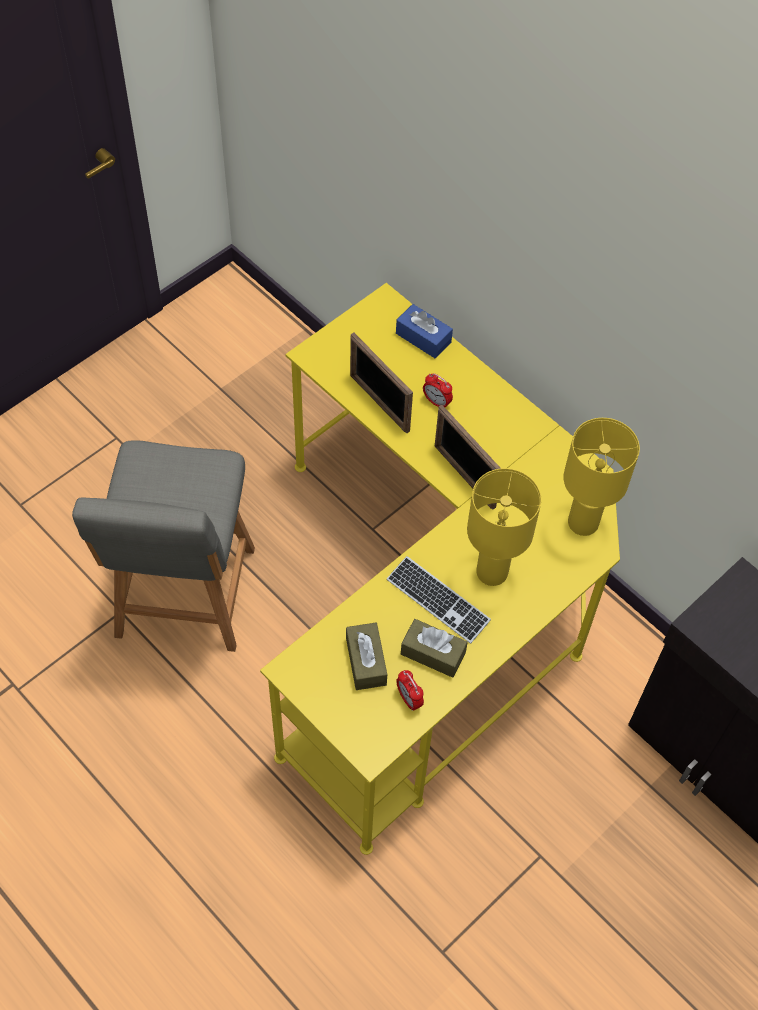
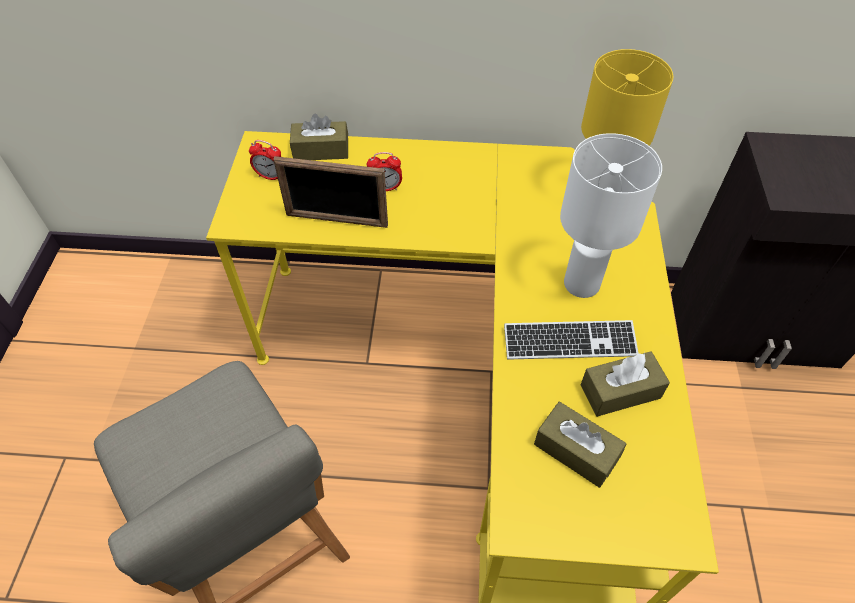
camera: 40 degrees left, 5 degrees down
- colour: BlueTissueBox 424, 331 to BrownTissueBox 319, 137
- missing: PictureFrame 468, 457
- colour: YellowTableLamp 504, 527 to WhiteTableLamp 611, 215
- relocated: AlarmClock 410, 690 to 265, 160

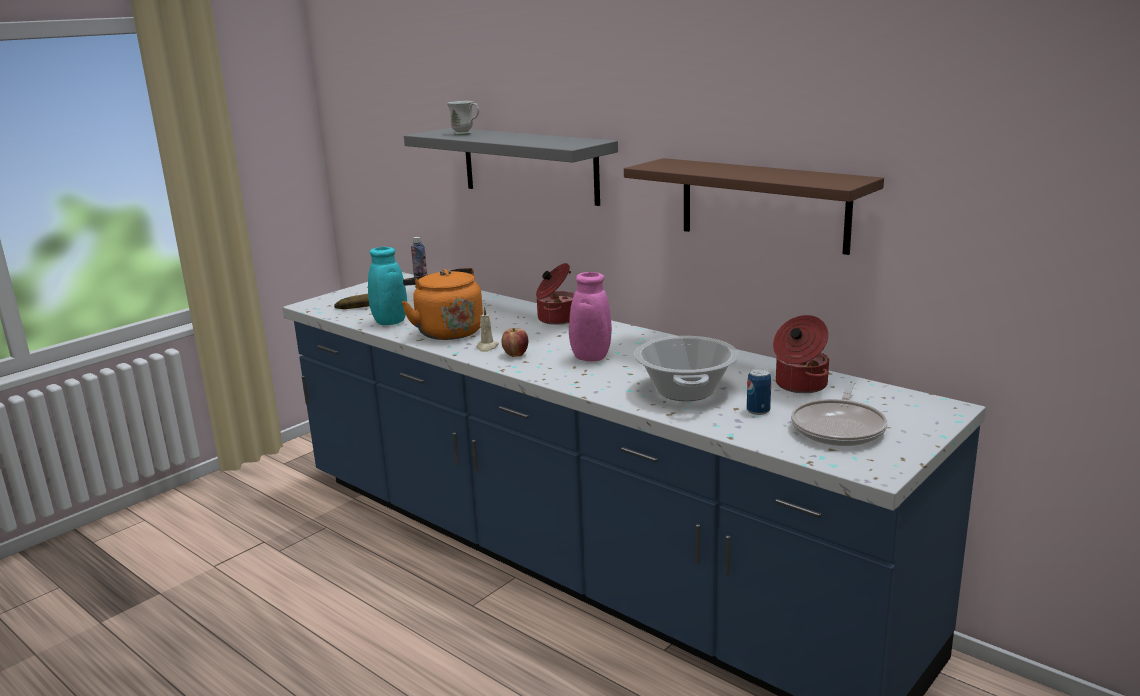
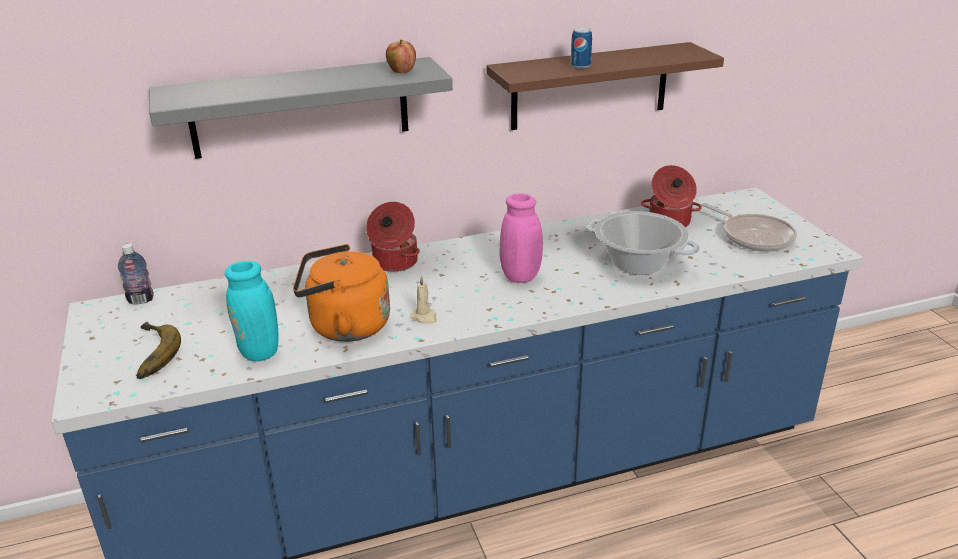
camera: 60 degrees left, 10 degrees up
- missing: WhiteMug 463, 118
- relocated: Apple 514, 342 to 401, 56
- relocated: Can 759, 391 to 581, 48

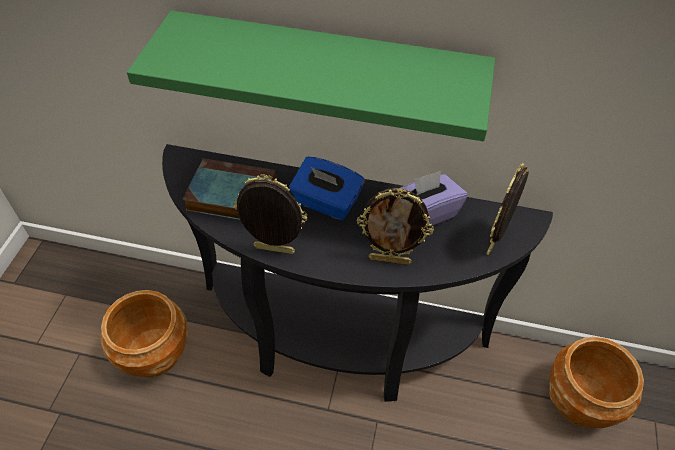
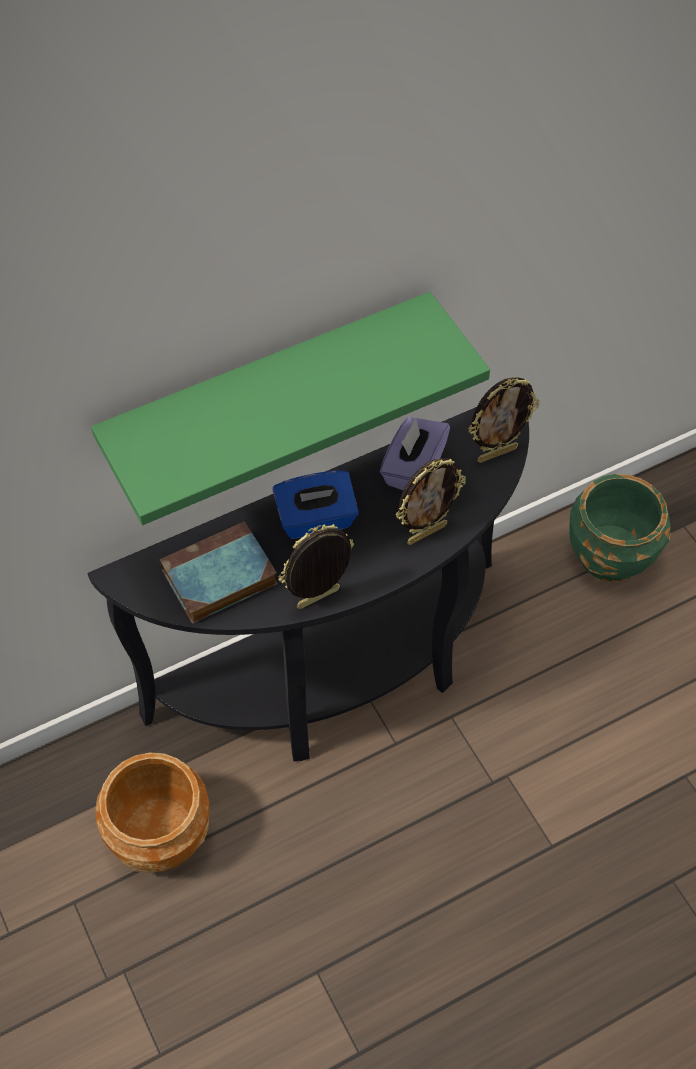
camera: 40 degrees left, 5 degrees up
- spun: PictureFrame 507, 209 = 504, 420 105 degrees counterclockwise
- colour: BrownPlanter 597, 382 to GreenPlanter 620, 528

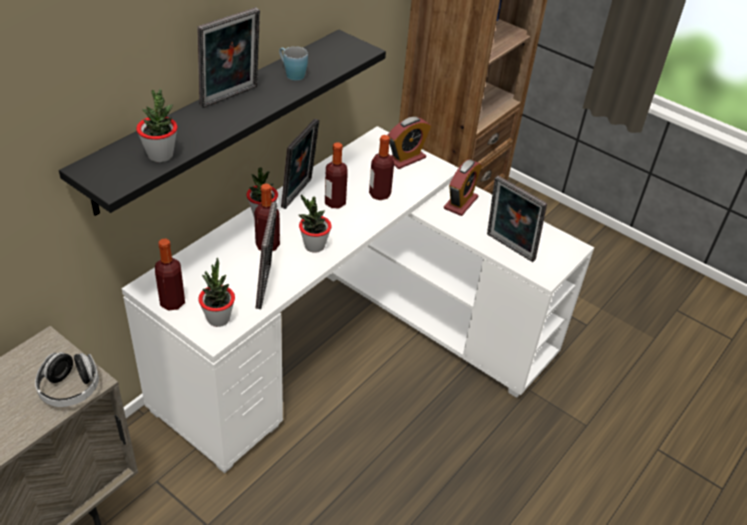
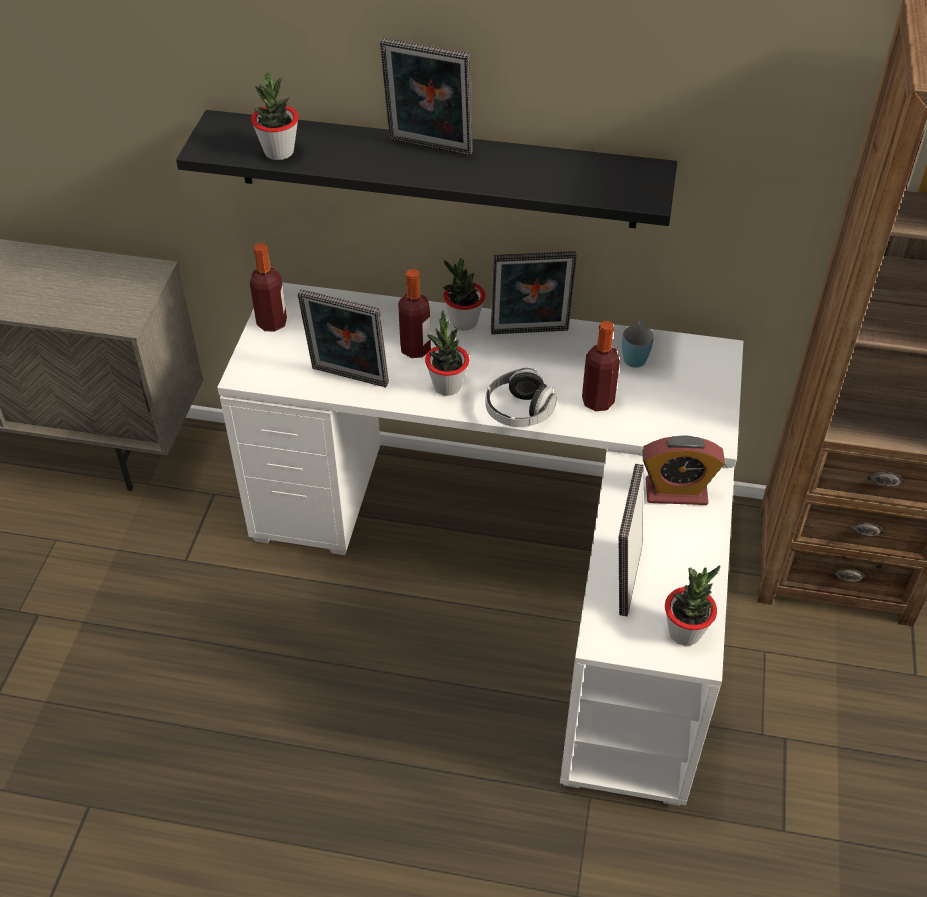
camera: 65 degrees right, 5 degrees up
- relocated: BlueMug 293, 63 to 637, 344
- missing: AlarmClock 409, 143
- missing: Bottle 336, 175
- spun: PictureFrame 267, 255 = 343, 338 45 degrees clockwise
- relocated: PottedPlant 216, 292 to 692, 605
- relocated: Headphones 67, 379 to 522, 397

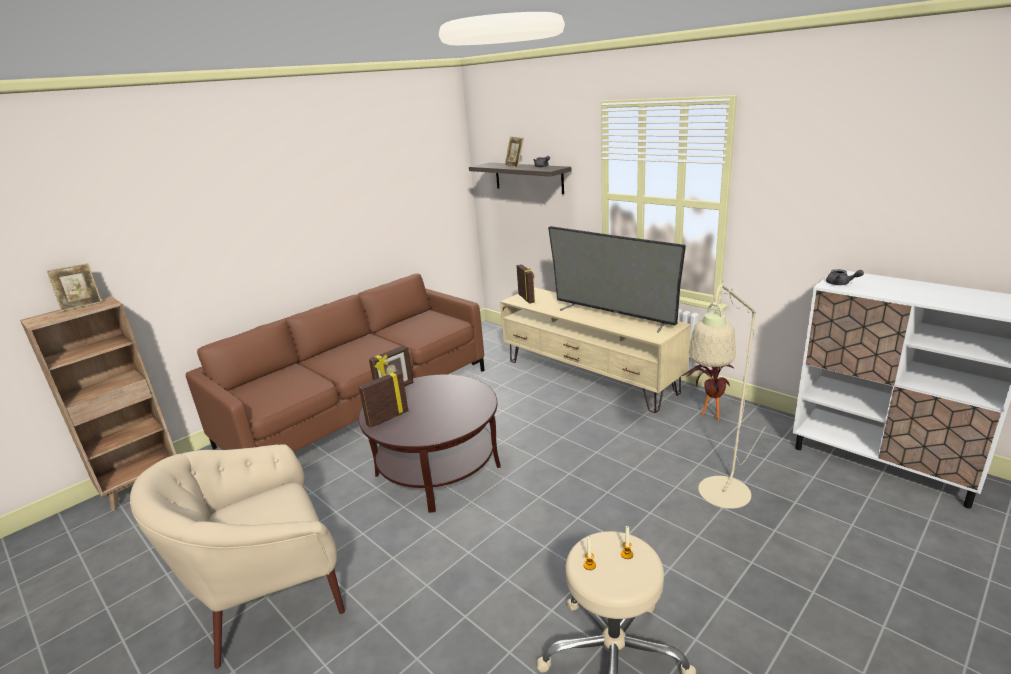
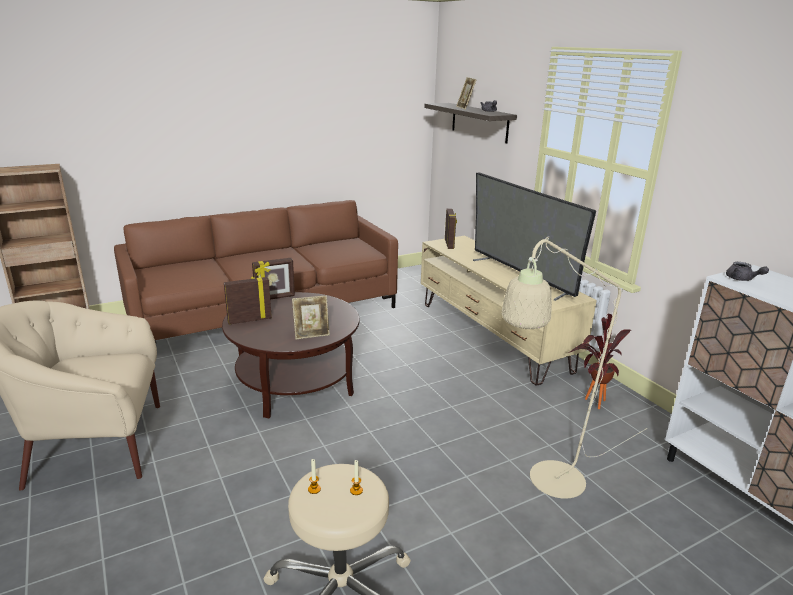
camera: 15 degrees right, 0 degrees up
- relocated: PictureFrame 74, 287 to 311, 317

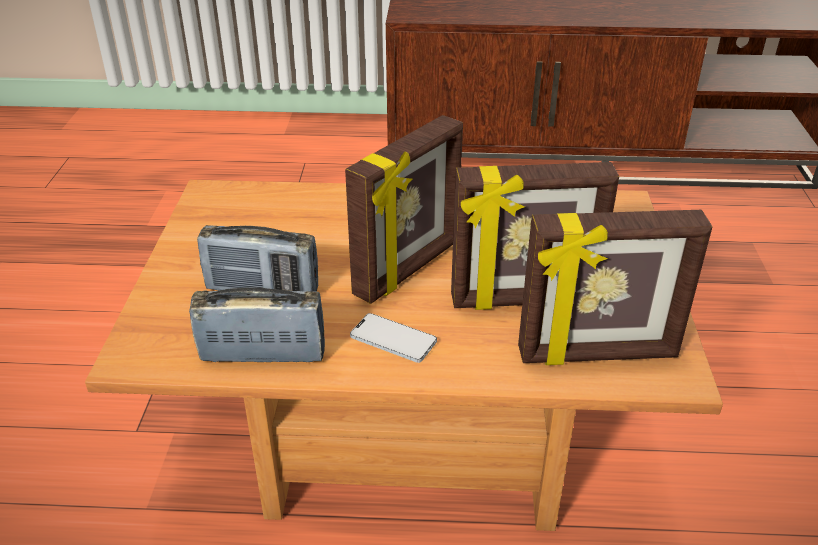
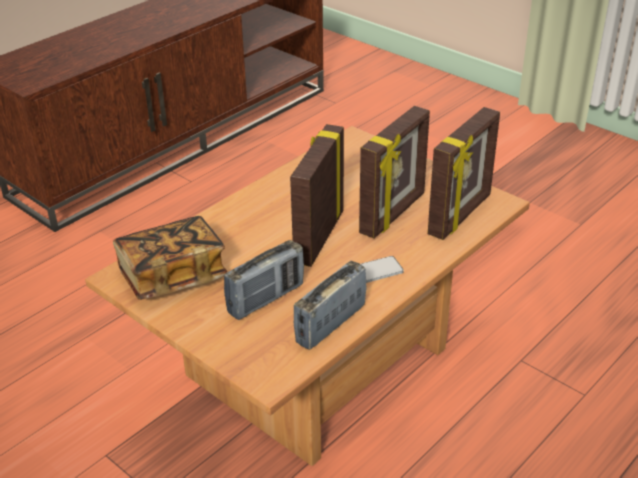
camera: 50 degrees left, 0 degrees up
- spun: PictureFrame 404, 209 = 317, 195 150 degrees counterclockwise
- appeared: Book 170, 258

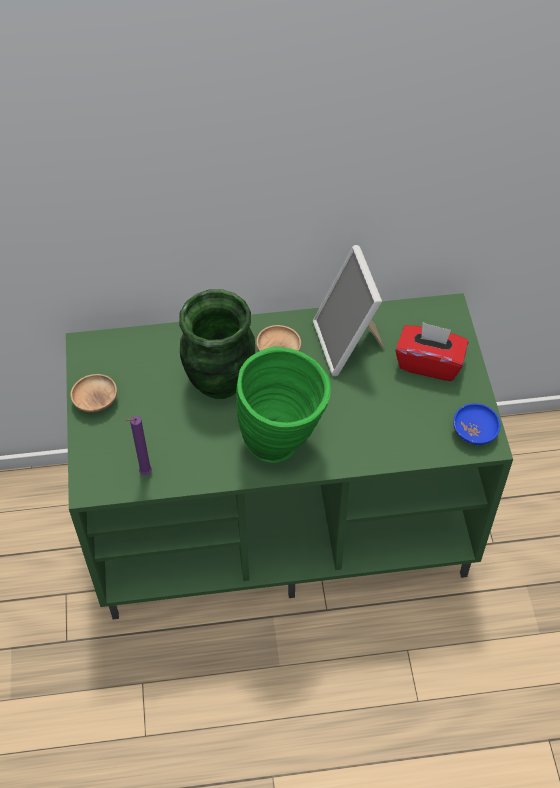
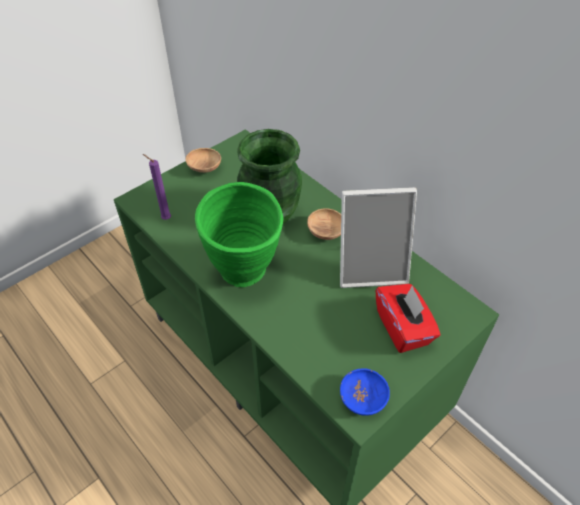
camera: 55 degrees right, 5 degrees down
- spun: PictureFrame 349, 310 = 378, 237 135 degrees counterclockwise

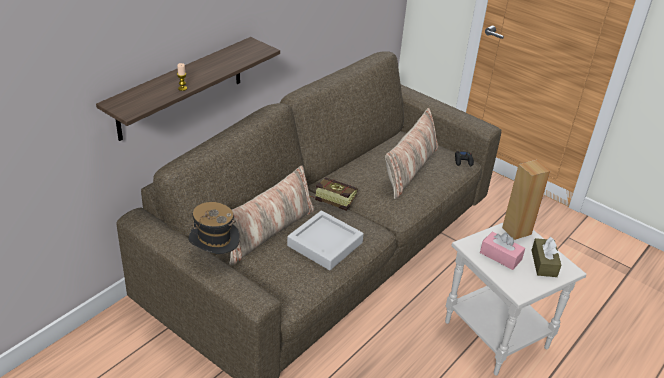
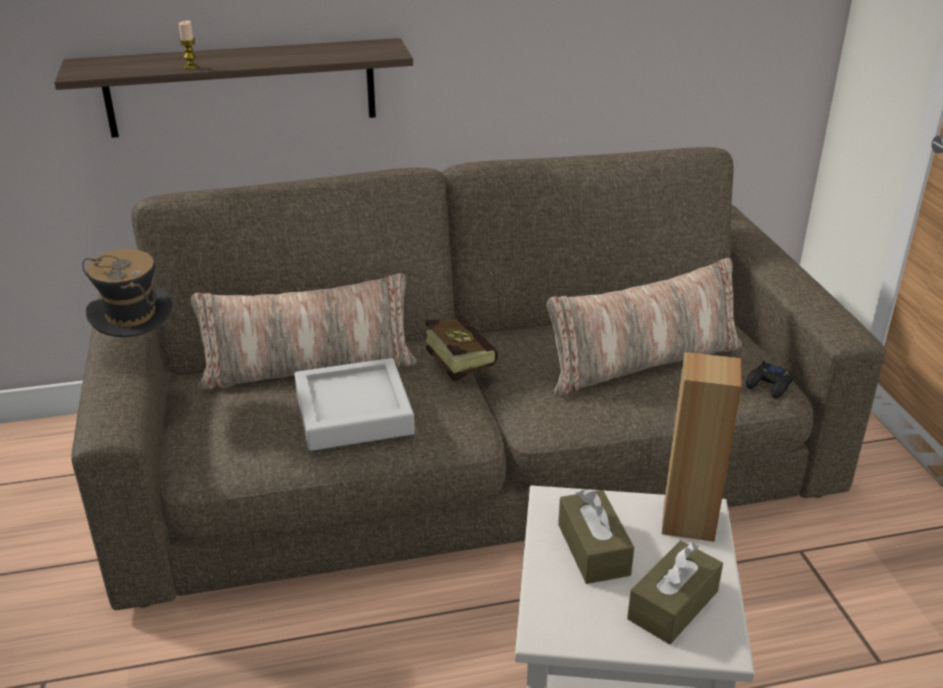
camera: 40 degrees right, 5 degrees down
- colour: PinkTissueBox 502, 250 to BrownTissueBox 596, 537

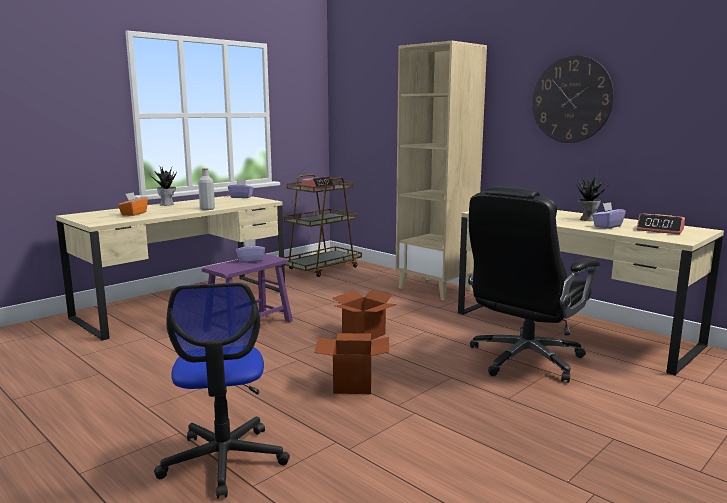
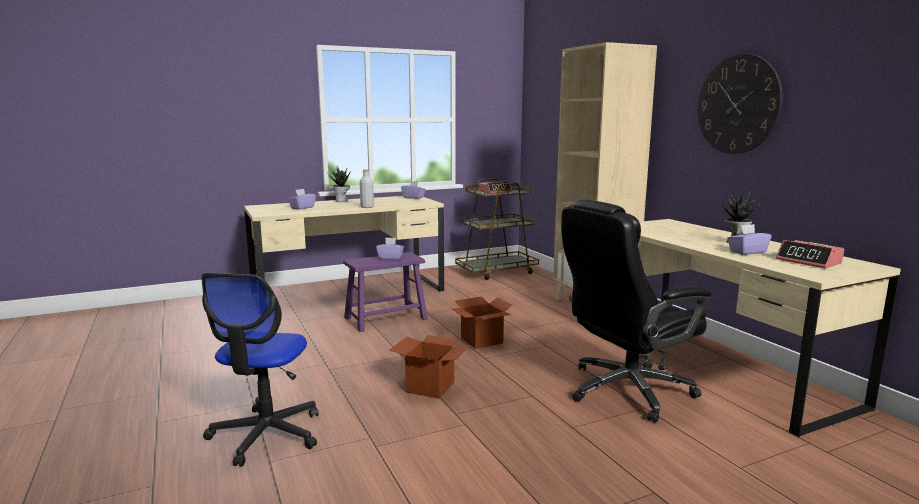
camera: 20 degrees right, 0 degrees up
- colour: OrangeTissueBox 133, 204 to PurpleTissueBox 302, 199

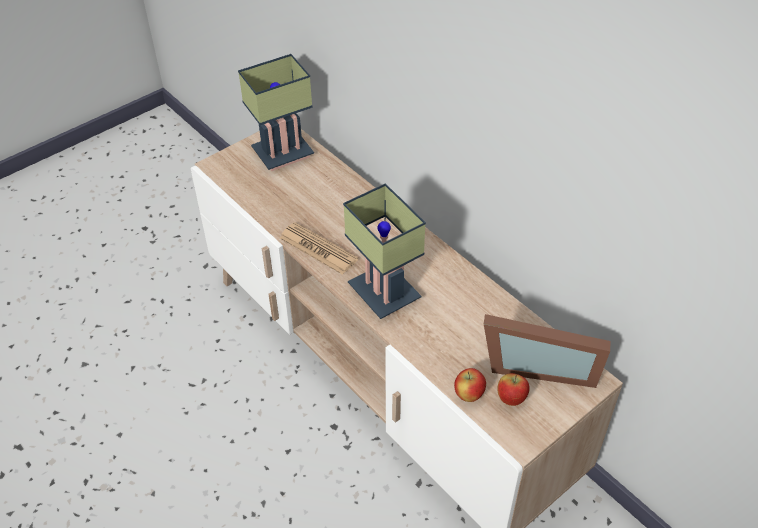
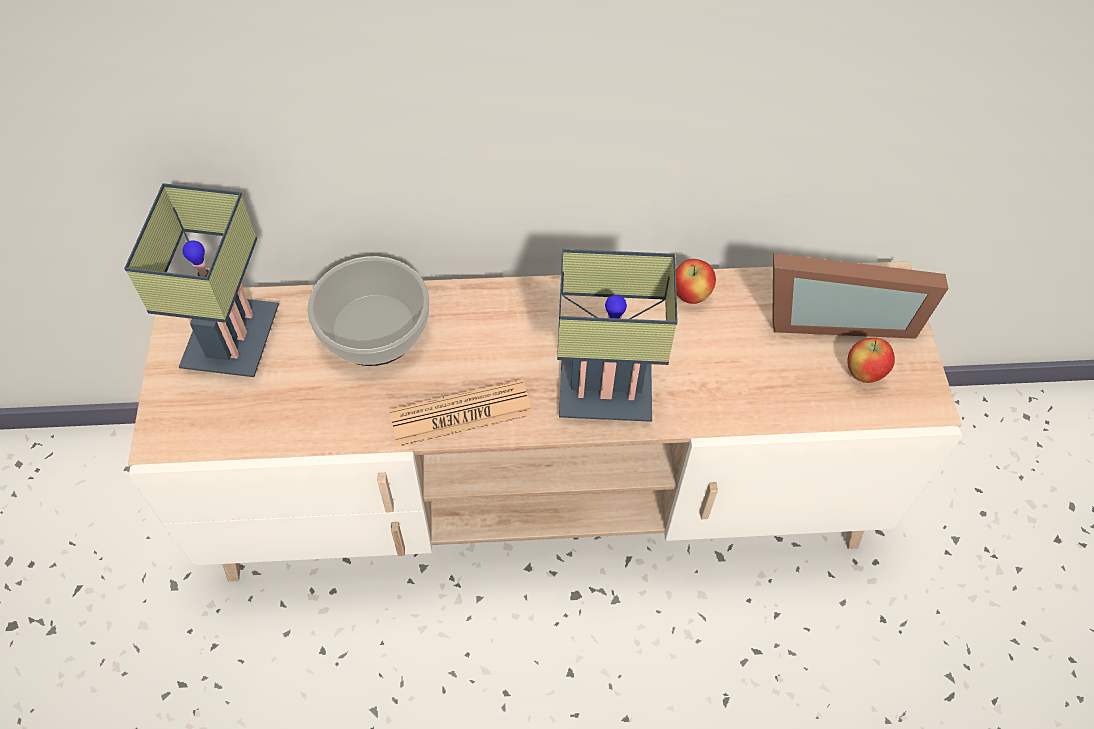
camera: 55 degrees left, 10 degrees up
- spun: PictureFrame 547, 351 = 860, 296 45 degrees clockwise
- relocated: Apple 470, 385 to 696, 281
- appeared: Bowl 368, 311

